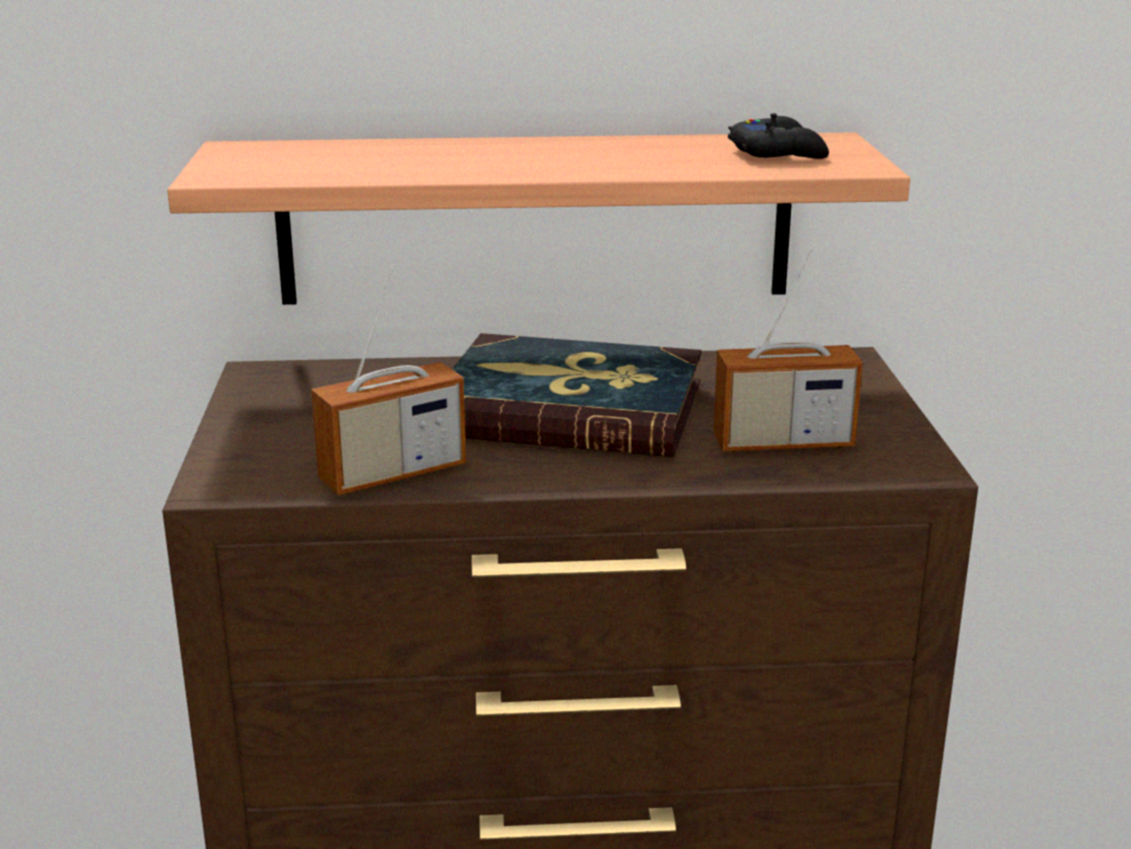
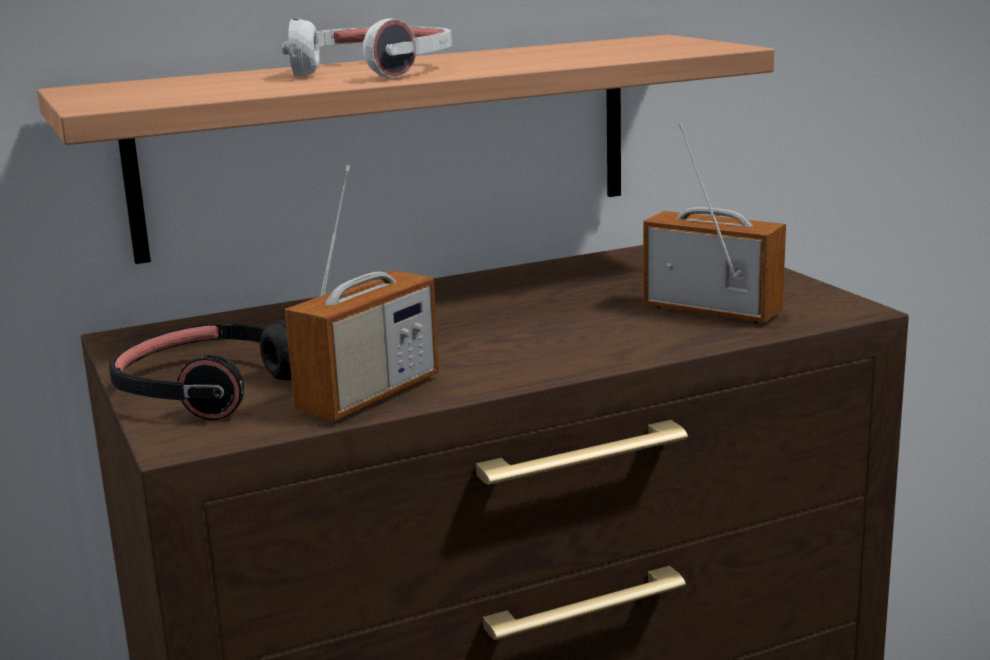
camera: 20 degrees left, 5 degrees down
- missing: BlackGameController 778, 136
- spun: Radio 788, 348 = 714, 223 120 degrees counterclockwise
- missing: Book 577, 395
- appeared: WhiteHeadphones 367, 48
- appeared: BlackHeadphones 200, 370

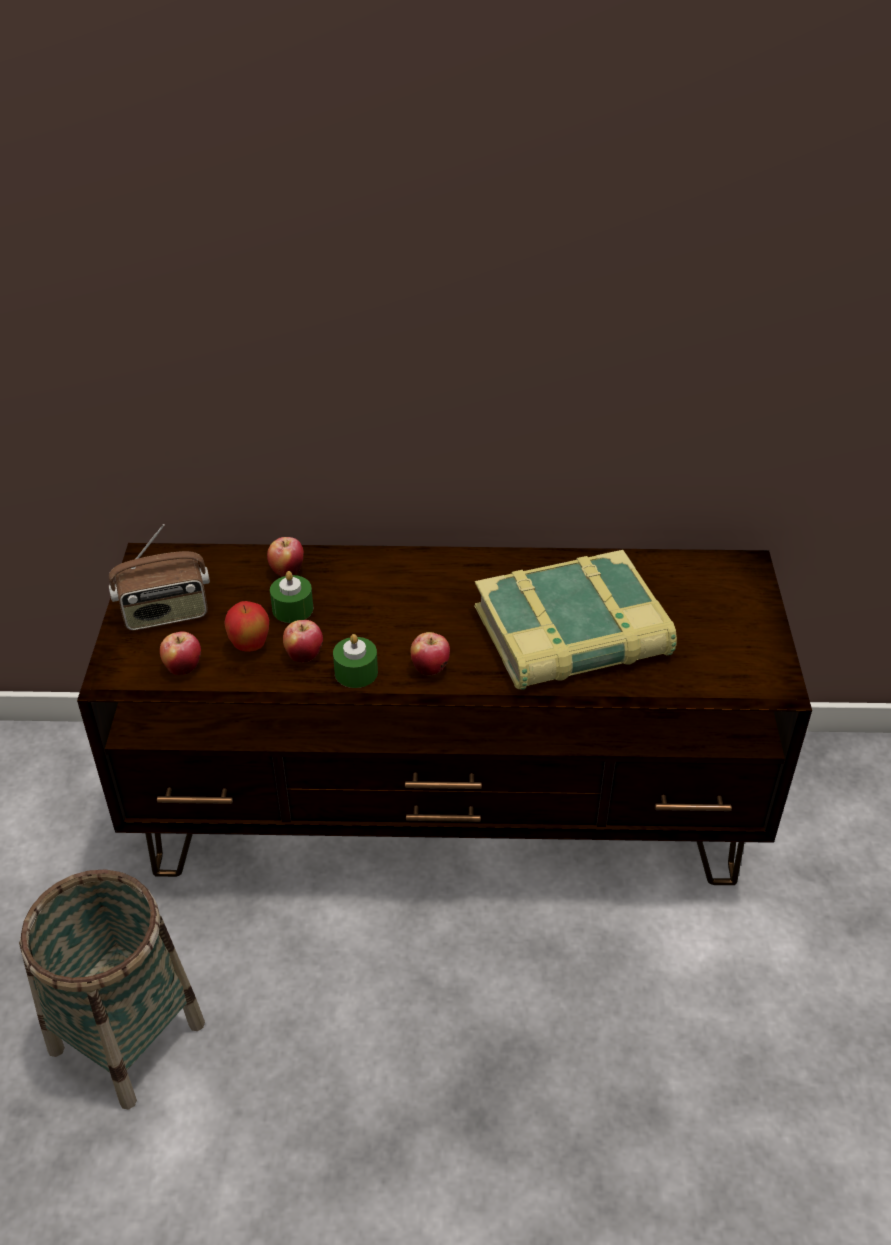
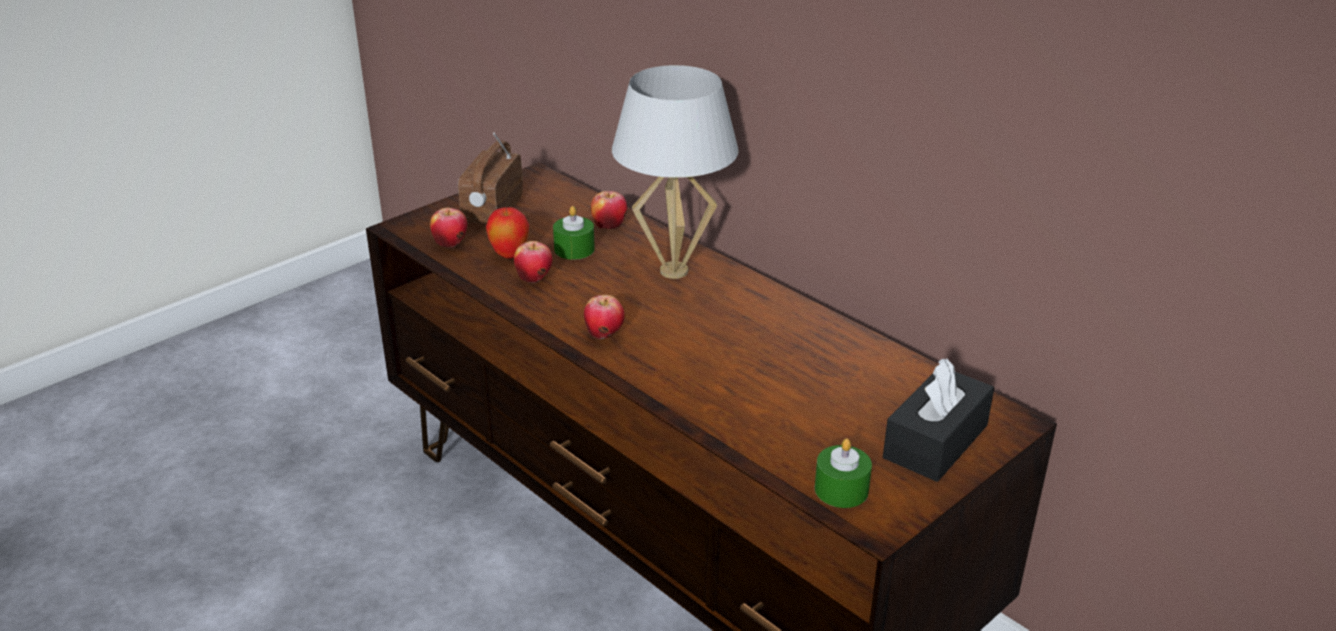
camera: 45 degrees right, 10 degrees down
- spun: Radio 159, 577 = 490, 178 75 degrees clockwise
- missing: Book 576, 620
- relocated: GreenCandle 355, 661 to 843, 473
- missing: Basket 112, 989
- appeared: WhiteTableLamp 675, 172
- appeared: BlackTissueBox 938, 420

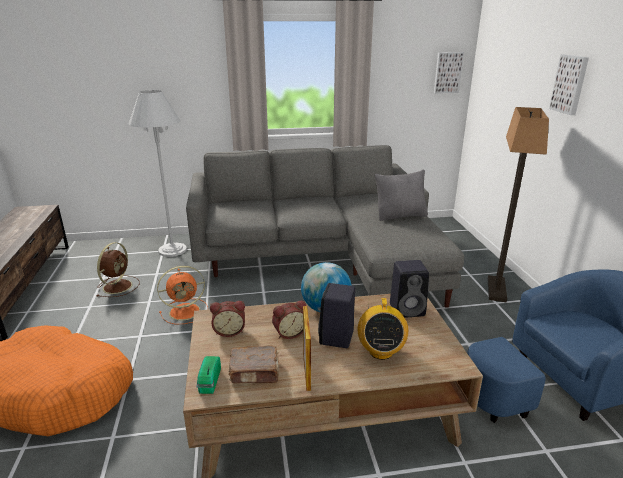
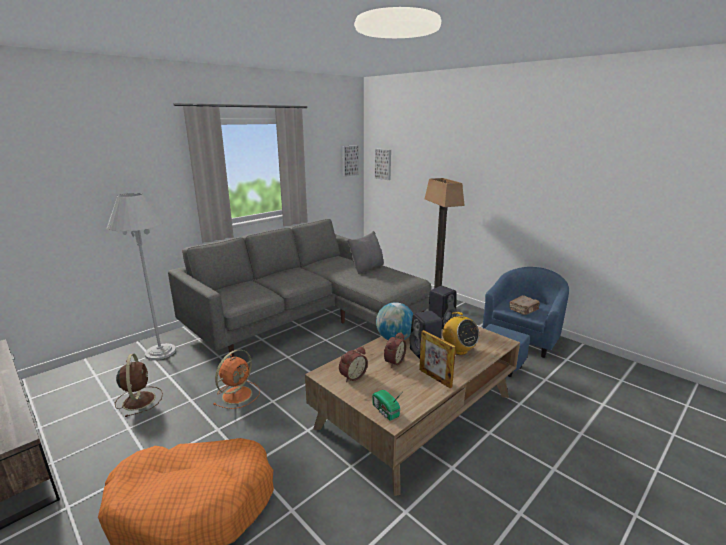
camera: 35 degrees left, 5 degrees down
- relocated: Picture 569, 85 to 383, 164
- relocated: BrownBook 254, 364 to 524, 305

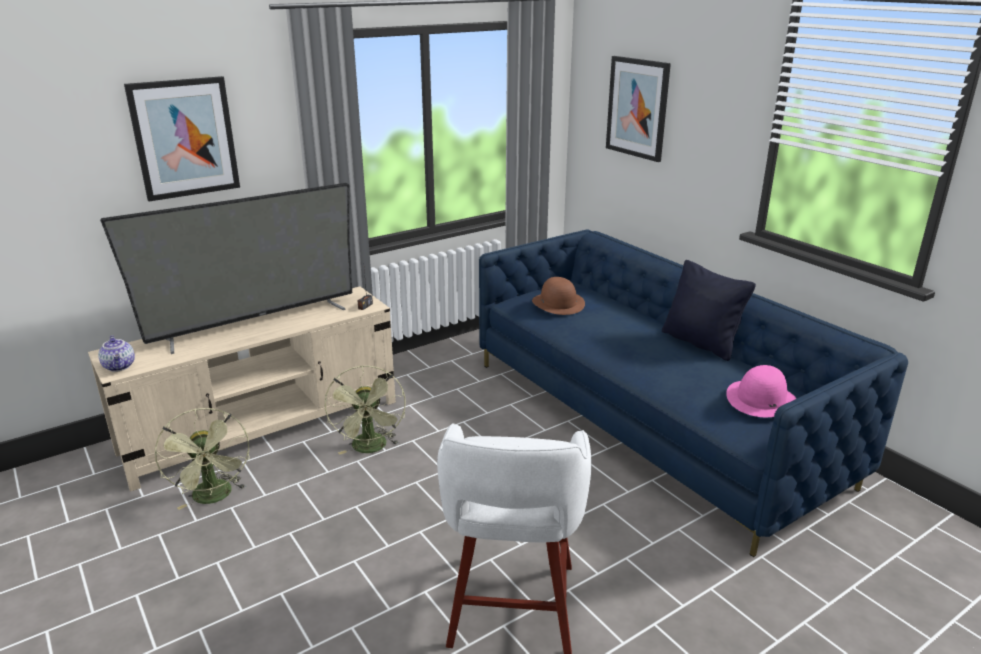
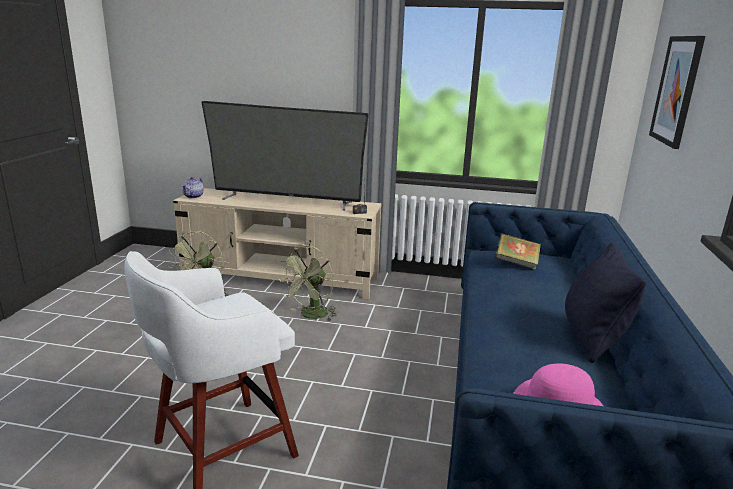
camera: 45 degrees right, 5 degrees down
- missing: Picture 182, 138
- exchanged: BrownHat 558, 296 to Book 518, 251

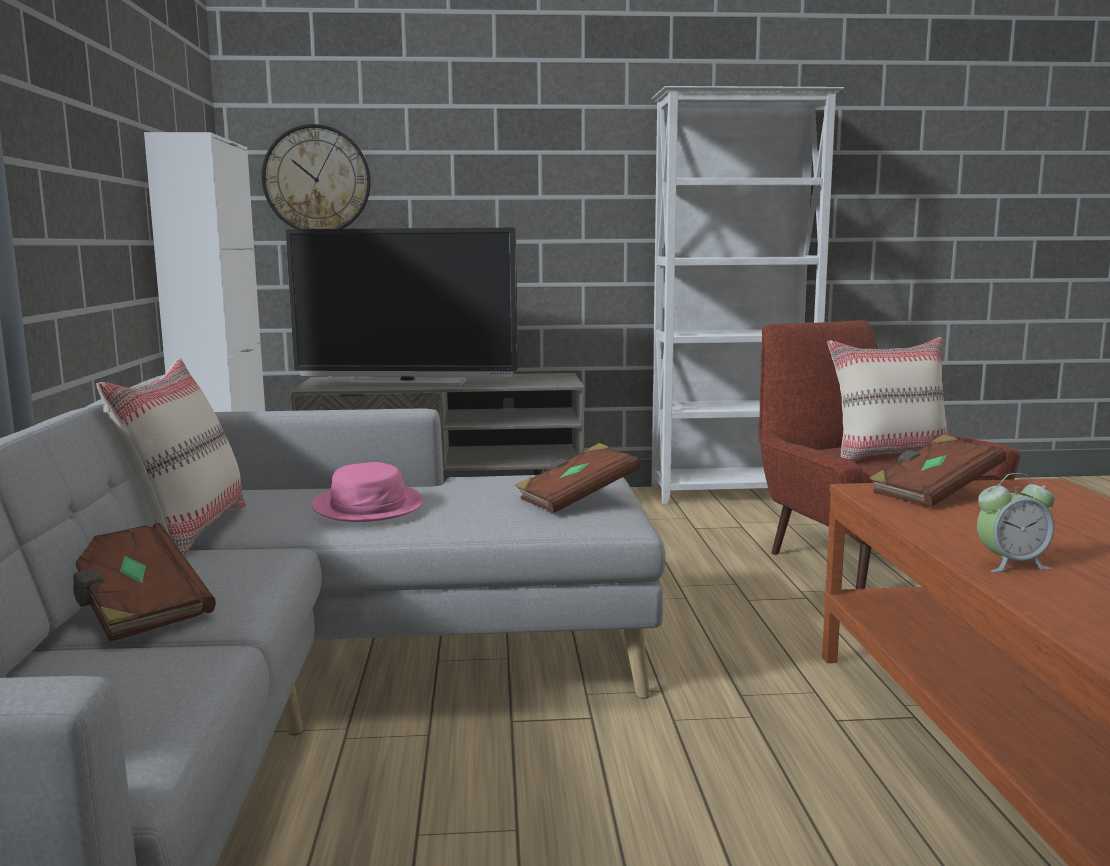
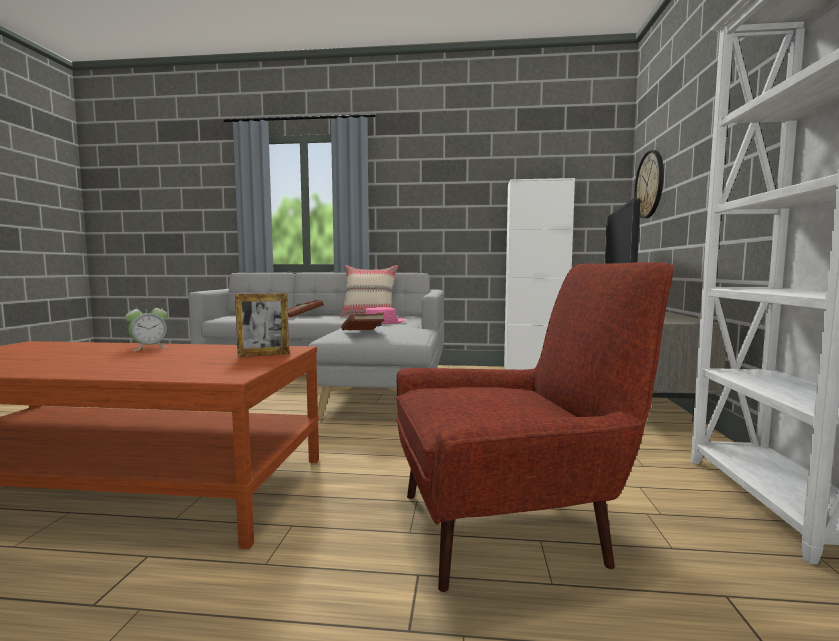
camera: 100 degrees right, 5 degrees down
- missing: BeigePillow 887, 399
- exchanged: BrownBook 937, 470 to PictureFrame 262, 325
- spun: AlarmClock 1016, 522 = 146, 327 135 degrees counterclockwise

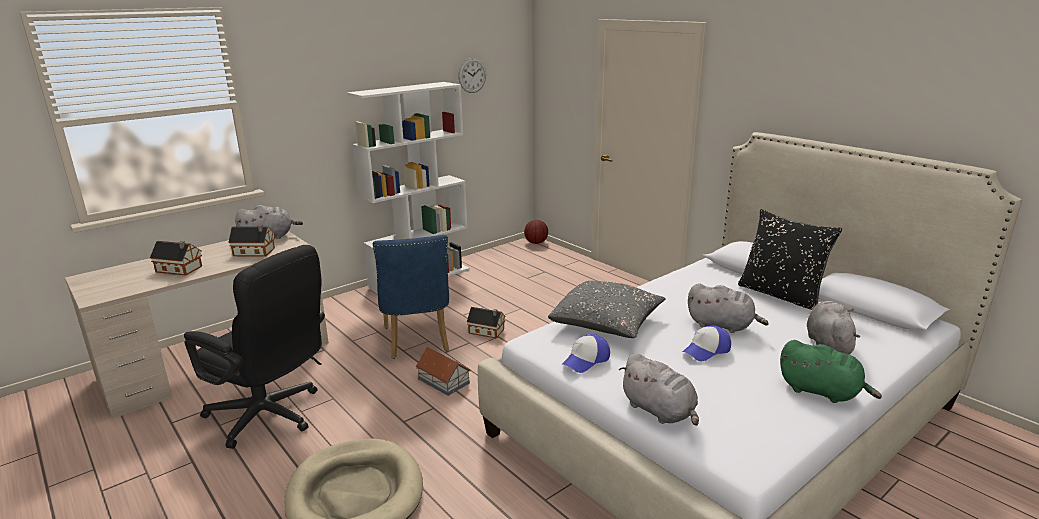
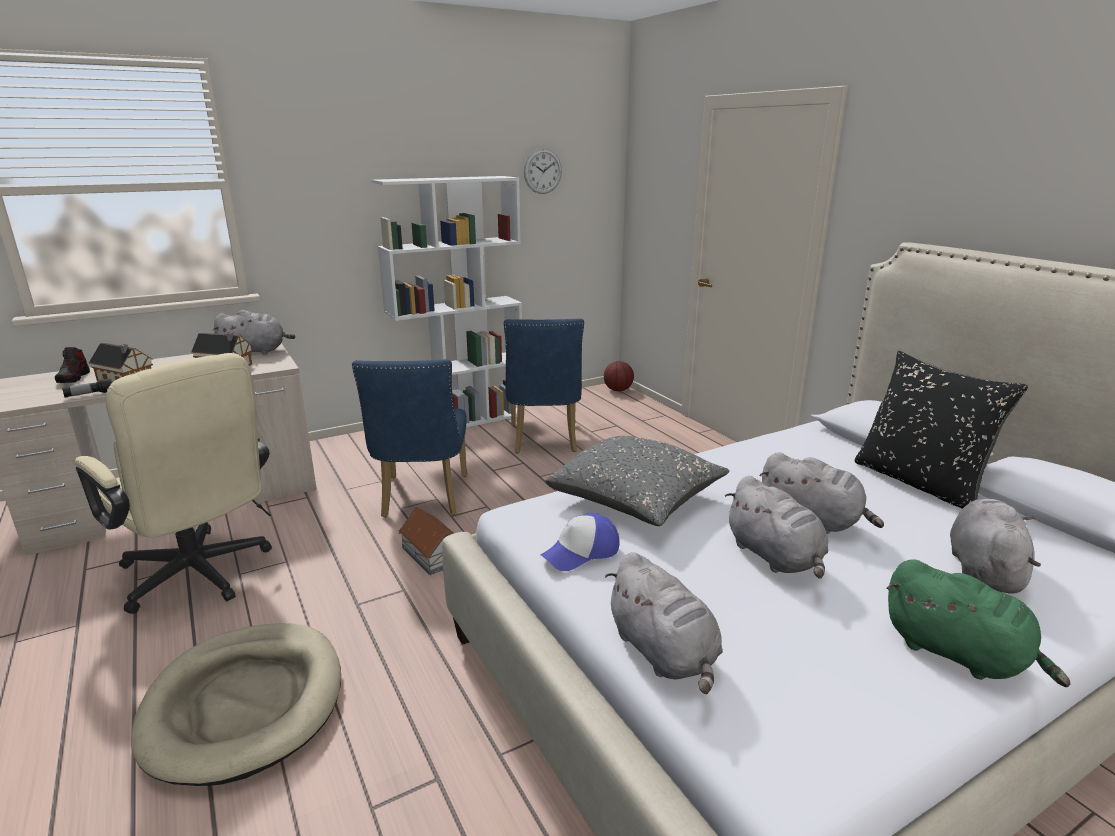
camera: 10 degrees right, 0 degrees up
- colour: BlackOfficeChair 254, 347 to BeigeOfficeChair 173, 483
- missing: ToyHouse 486, 323
- exchanged: Cap 706, 343 to GreyPlushToy 776, 527
- appeared: BlueChair 544, 386
- appeared: Shoe 72, 365
- appeared: Flashlight 87, 388

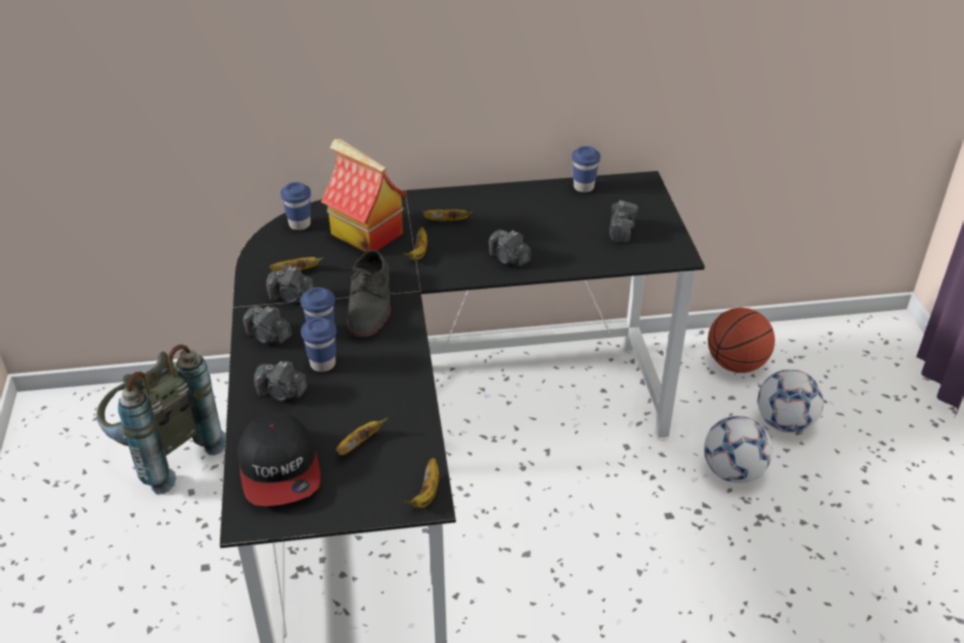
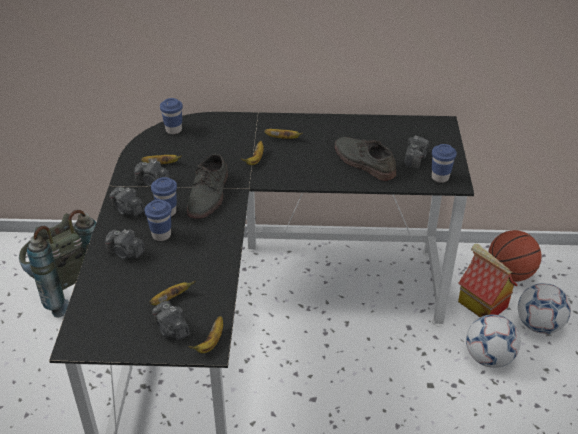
camera: 10 degrees right, 0 degrees up
- relocated: ToyHouse 364, 195 to 488, 280
- relocated: BlueCup 586, 169 to 444, 163
- relocated: PhotoCamera 510, 248 to 171, 320
- missing: Cap 279, 460
- appeared: GreyShoe 365, 159

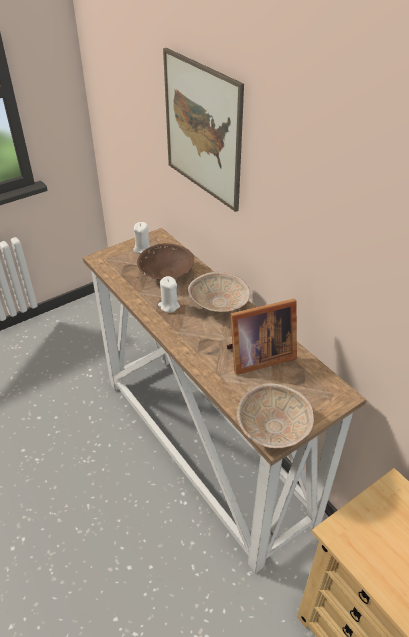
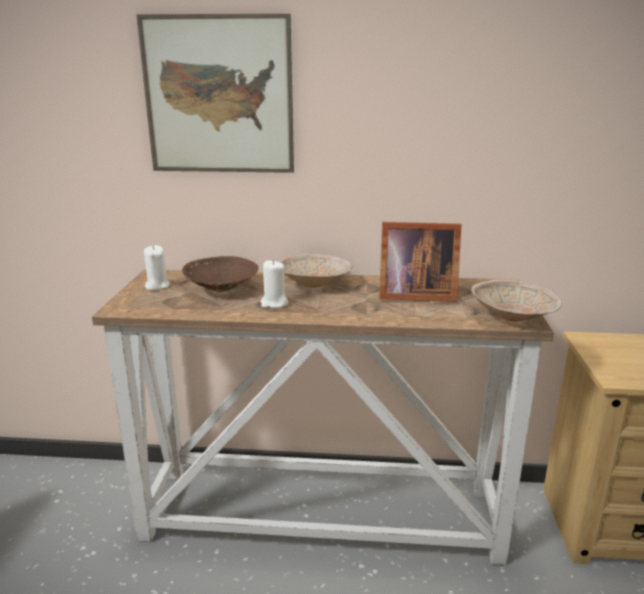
camera: 50 degrees left, 20 degrees down
- spun: PictureFrame 262, 337 = 420, 262 75 degrees clockwise

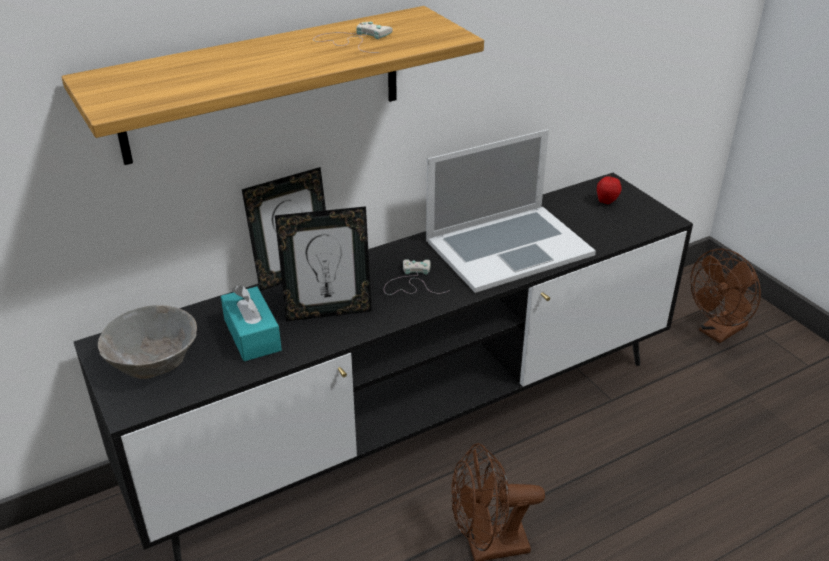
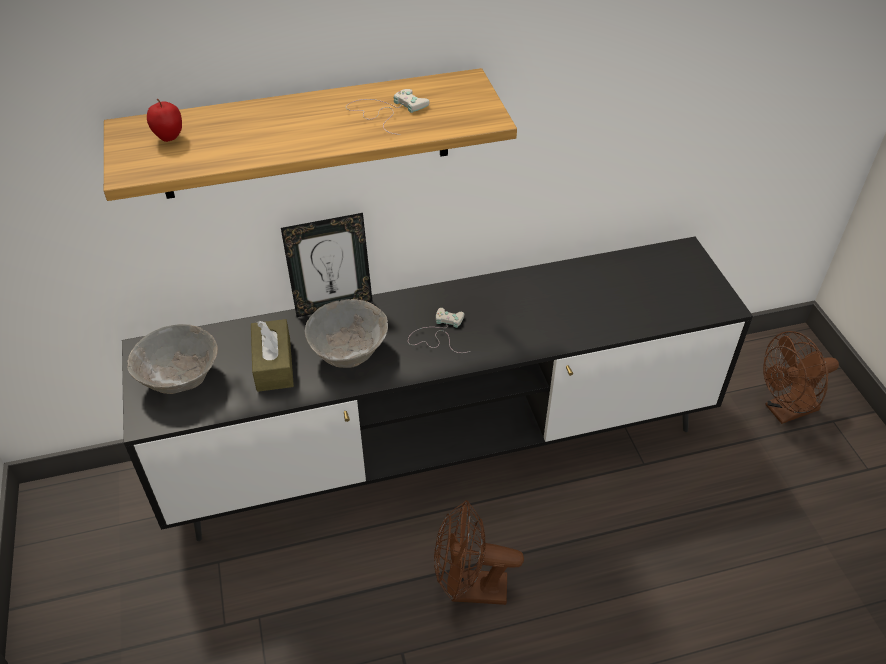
camera: 15 degrees right, 10 degrees up
- missing: Laptop 511, 211
- relocated: Apple 609, 189 to 164, 120
- exchanged: PictureFrame 323, 263 to GreyBowl 346, 333
- colour: TurquoiseTissueBox 251, 323 to BrownTissueBox 272, 355

